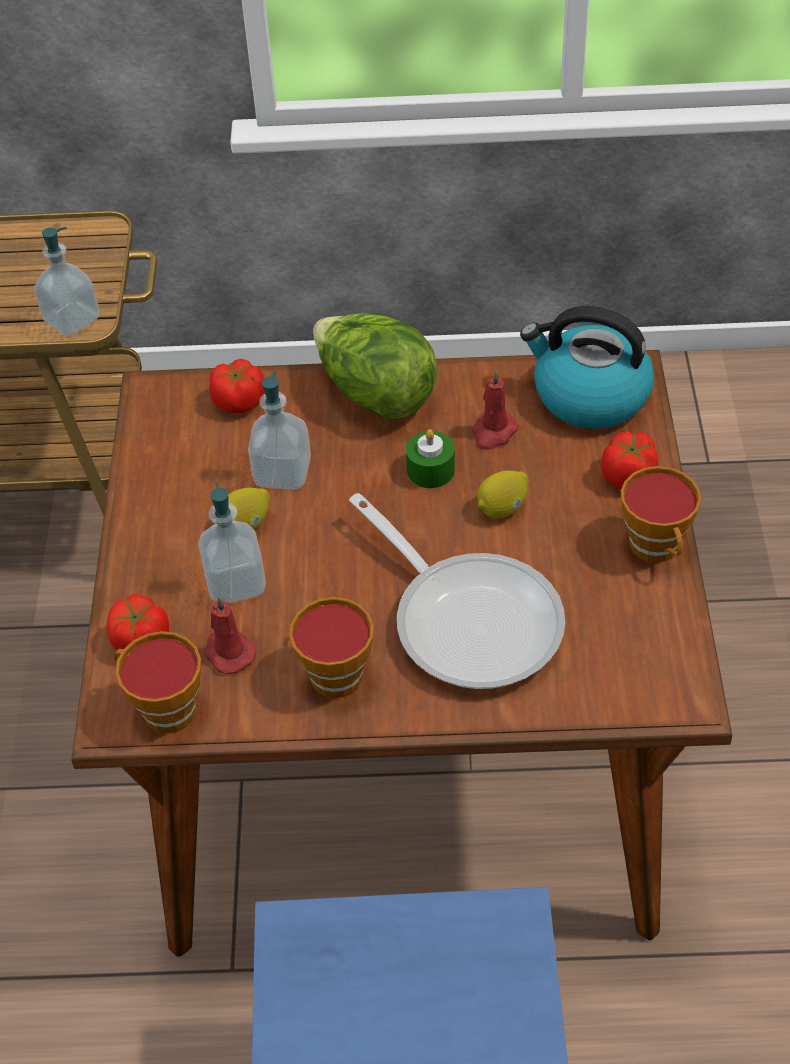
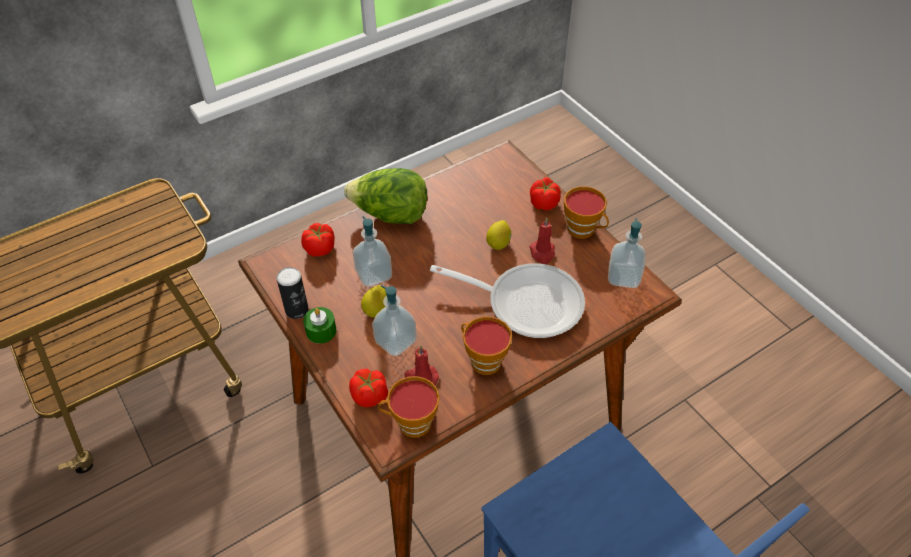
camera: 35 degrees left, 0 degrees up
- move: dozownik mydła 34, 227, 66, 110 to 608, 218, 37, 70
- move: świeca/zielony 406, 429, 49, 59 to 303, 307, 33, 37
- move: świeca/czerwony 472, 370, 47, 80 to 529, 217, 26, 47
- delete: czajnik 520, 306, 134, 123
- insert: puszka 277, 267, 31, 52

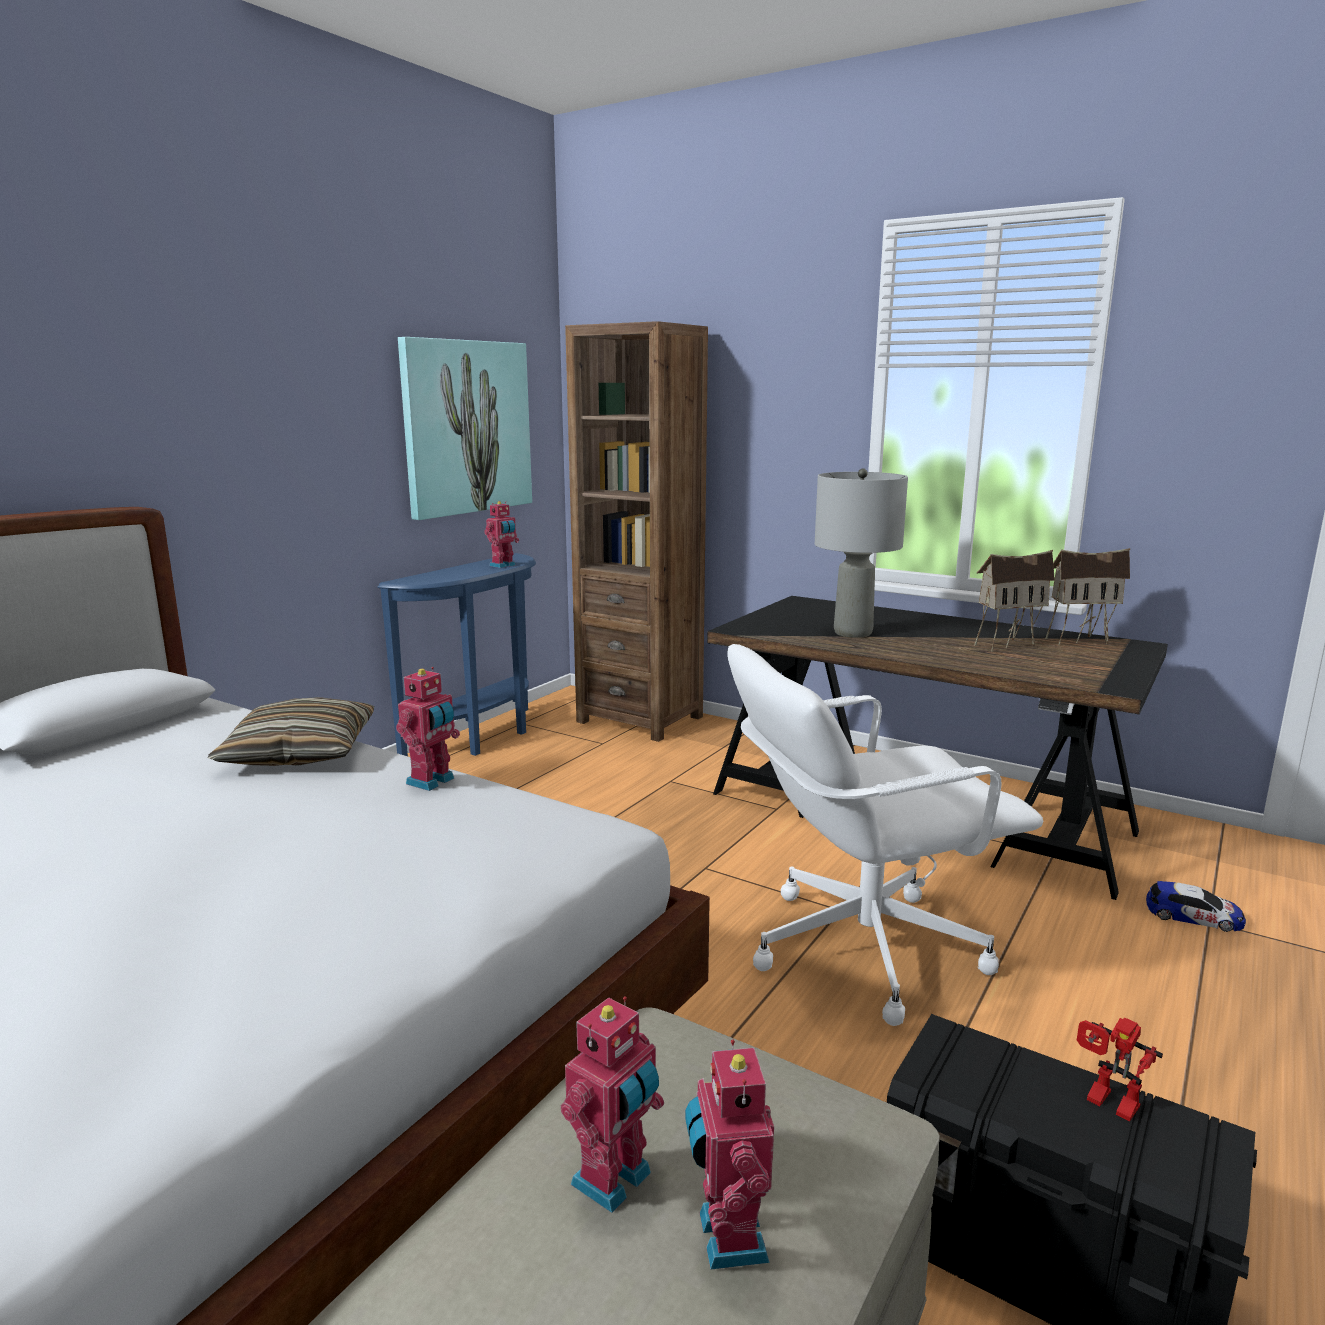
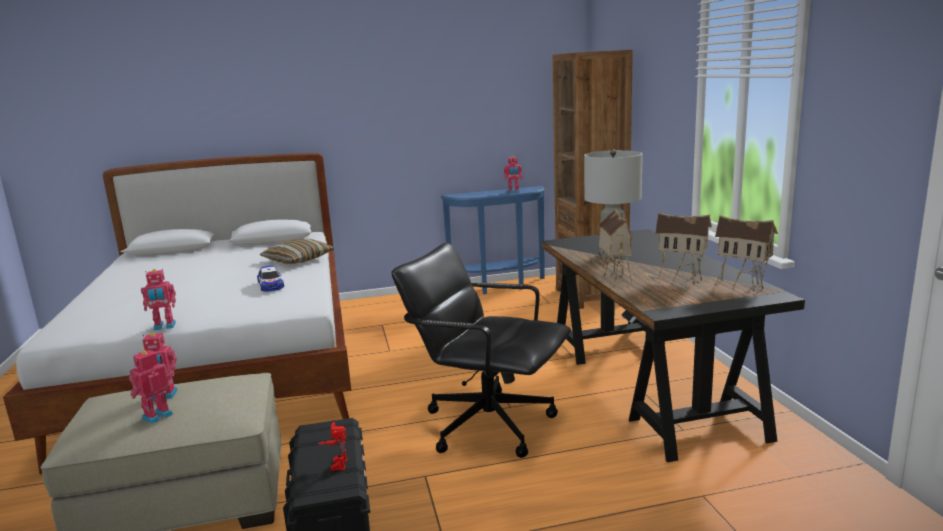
camera: 45 degrees right, 0 degrees up
- move: robot zabawkowy 396, 667, 64, 124 to 141, 269, 35, 61
- delete: obraz 398, 337, 134, 183
- recolor: krzesło biurowe/biały 727, 644, 317, 382 to krzesło biurowe/czarny 391, 242, 180, 216
- move: samochodzik 1146, 881, 100, 51 to 257, 265, 27, 27
- insert: domek 598, 209, 35, 77

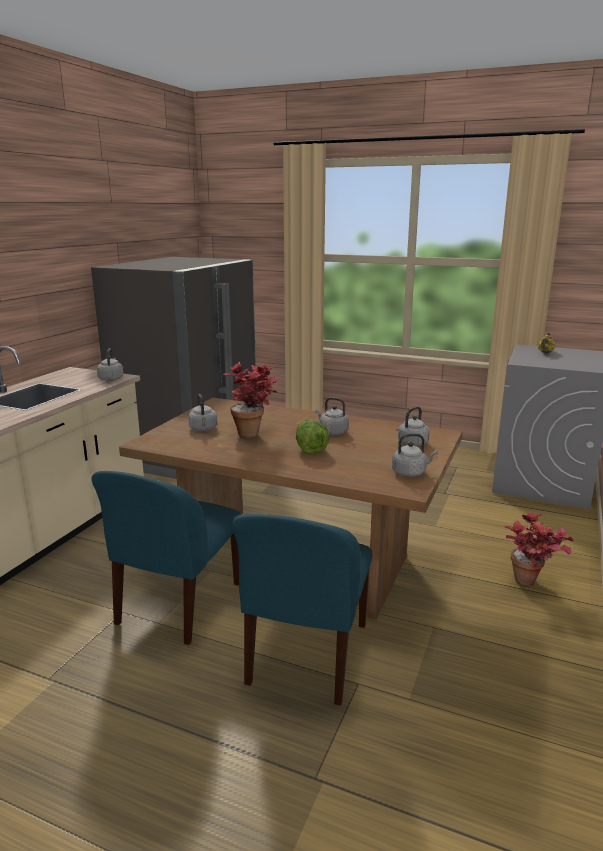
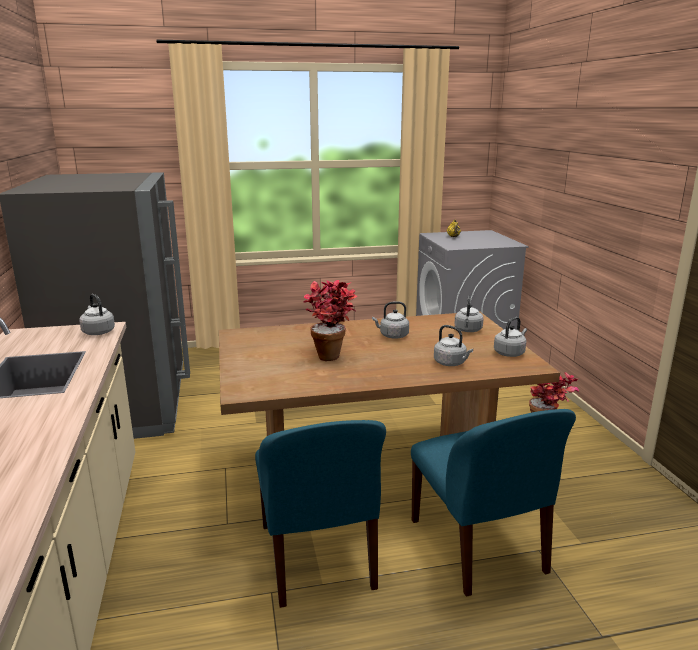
camera: 35 degrees left, 0 degrees up
- move: czajnik/szary 188, 394, 30, 37 to 434, 325, 39, 41
- delete: sałata 296, 419, 33, 35

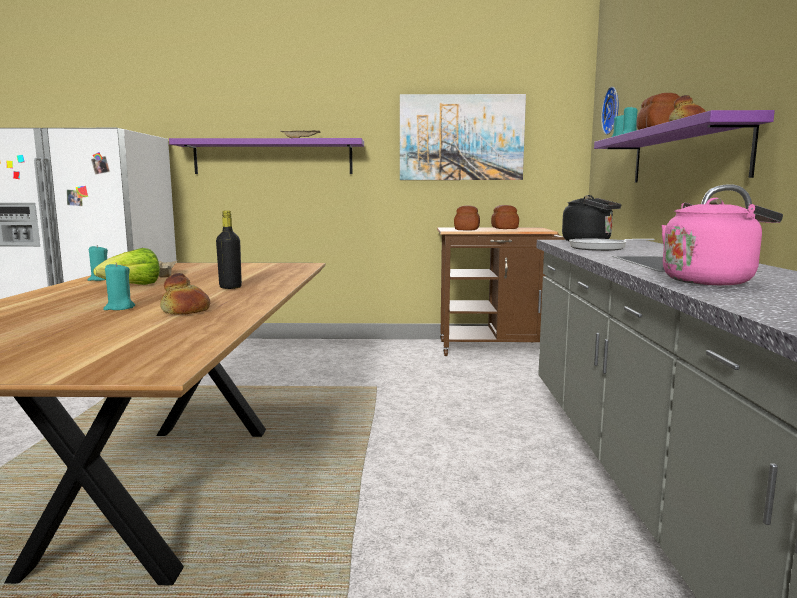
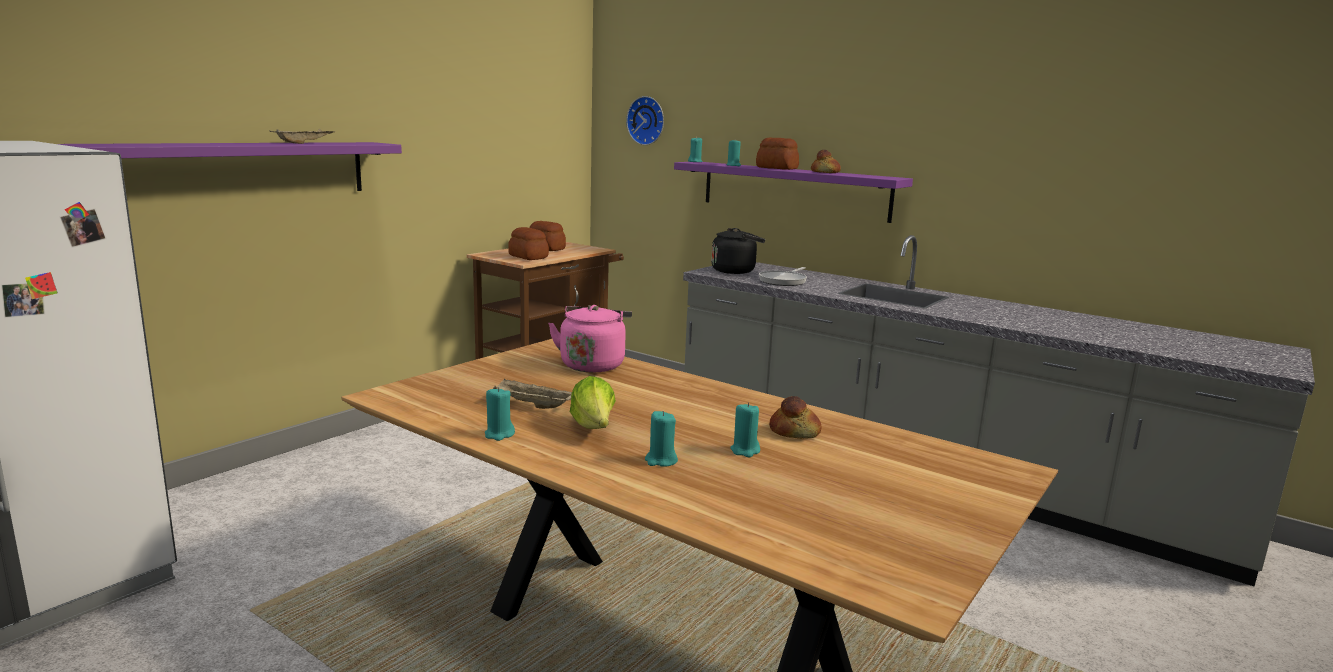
camera: 55 degrees left, 5 degrees up
- delete: butelka/czarny 216, 210, 26, 79
- delete: obraz 400, 94, 126, 86
- move: czajnik/różowy 661, 198, 122, 87 to 548, 305, 84, 67
- insert: świeca/turkusowy 645, 411, 33, 56

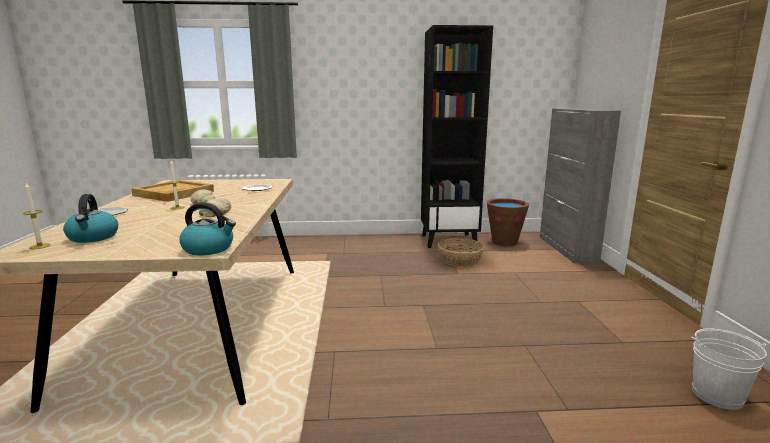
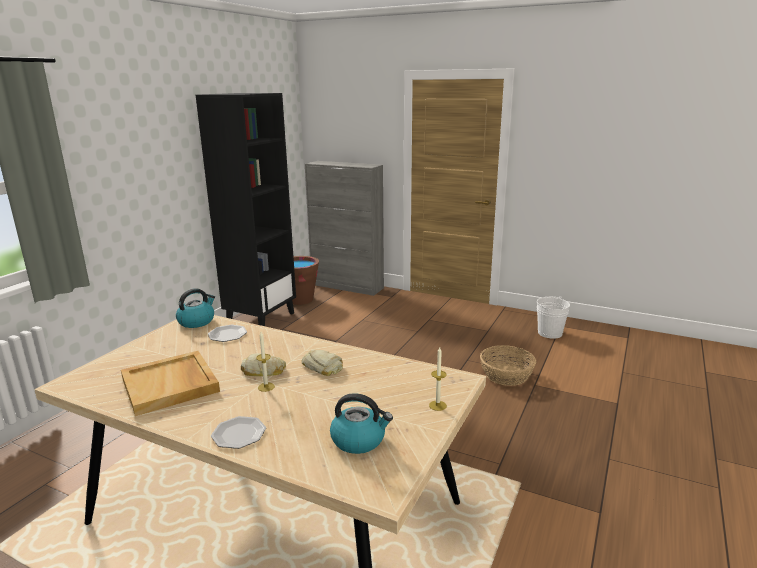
camera: 60 degrees left, 5 degrees up
- move: świeca 23, 183, 28, 66 to 429, 347, 18, 64
- move: czajnik 179, 202, 57, 53 to 176, 288, 39, 40
- move: koszyk 438, 238, 46, 29 to 480, 345, 56, 41

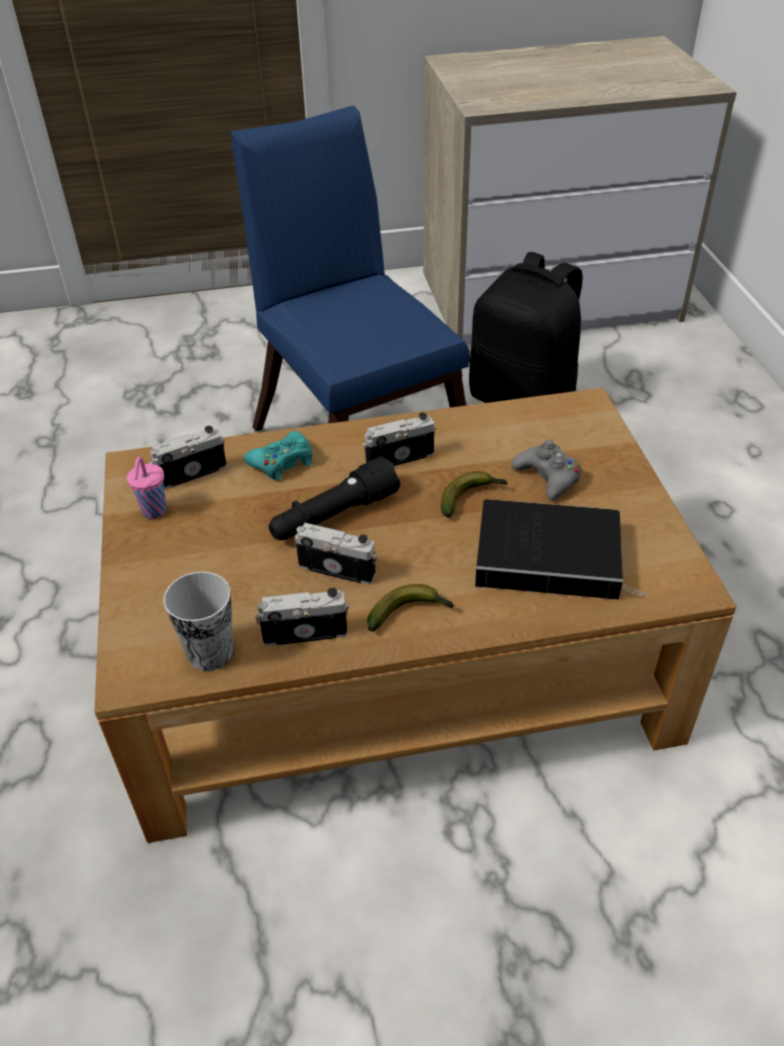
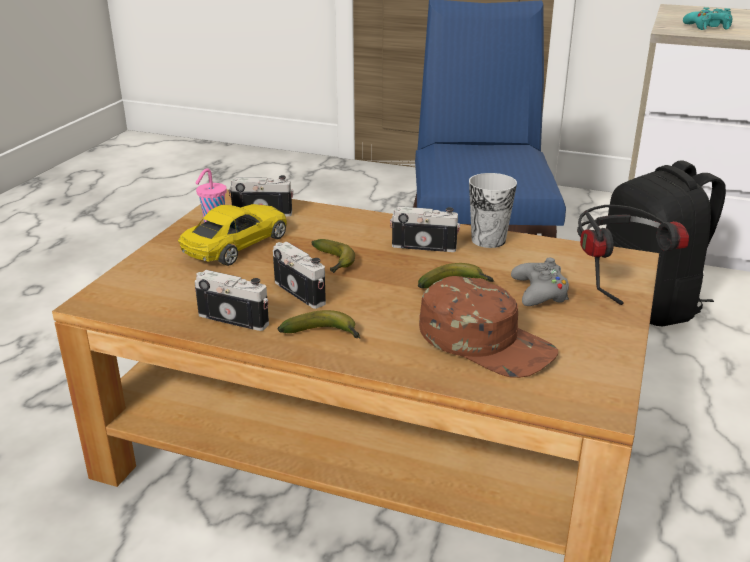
camera: 30 degrees right, 15 degrees down
- move: filiżanka 163, 571, 71, 100 to 469, 173, 48, 75
- move: pad do gier/turkusowy 244, 431, 68, 50 to 683, 7, 49, 23
- replace: latarka/czarny 268, 456, 132, 84 to banan 312, 239, 43, 34
- replace: książka 475, 499, 173, 101 to czapka z daszkiem/brązowy 419, 276, 139, 102
- insert: samochodzik/żółty 178, 204, 109, 62
- insert: słuchawki 577, 205, 112, 100

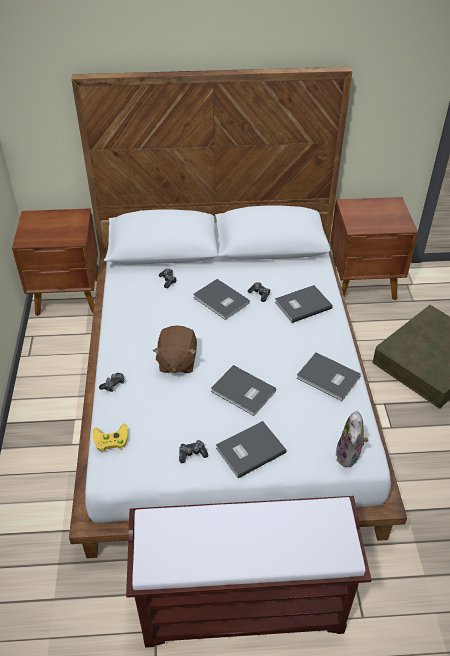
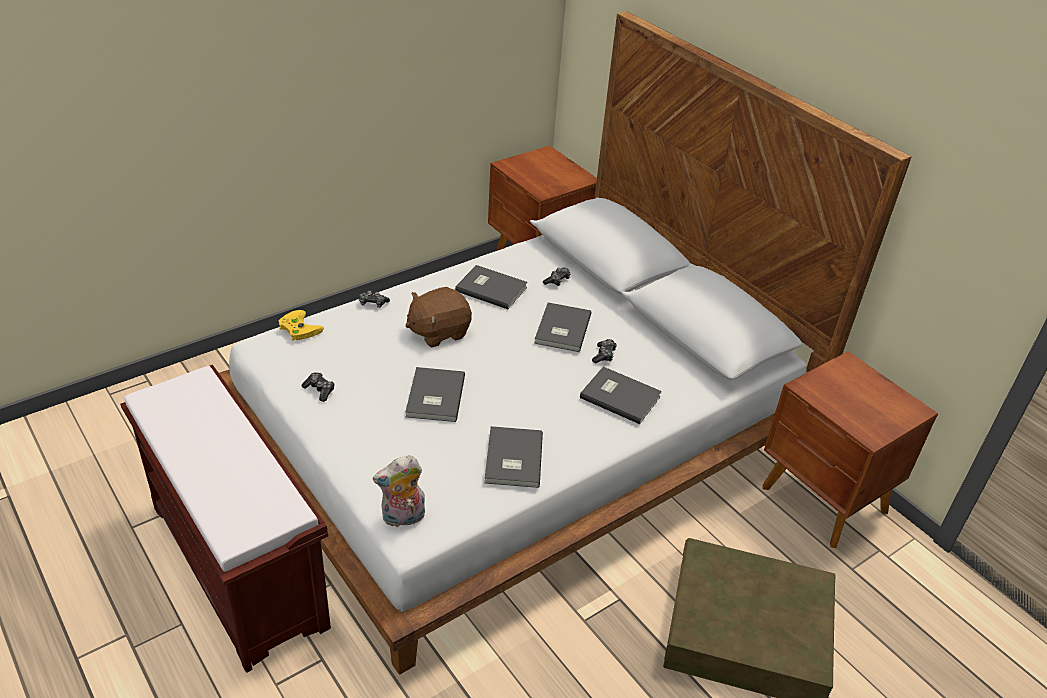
camera: 55 degrees right, 5 degrees down
- move: książka/szary 216, 421, 71, 57 to 455, 265, 73, 44

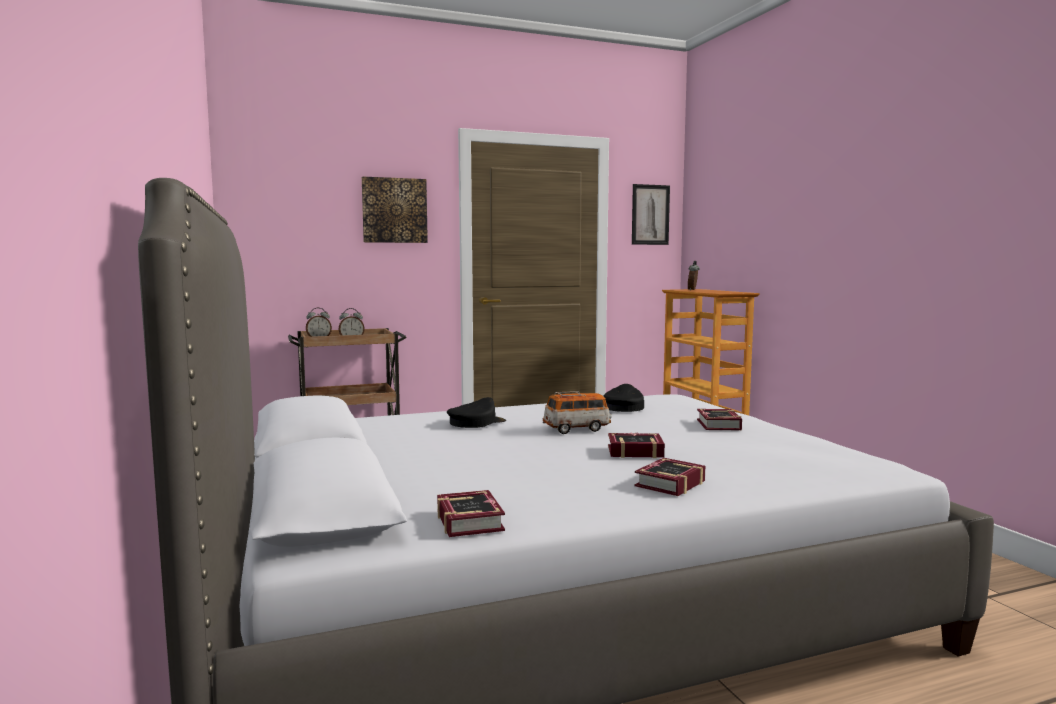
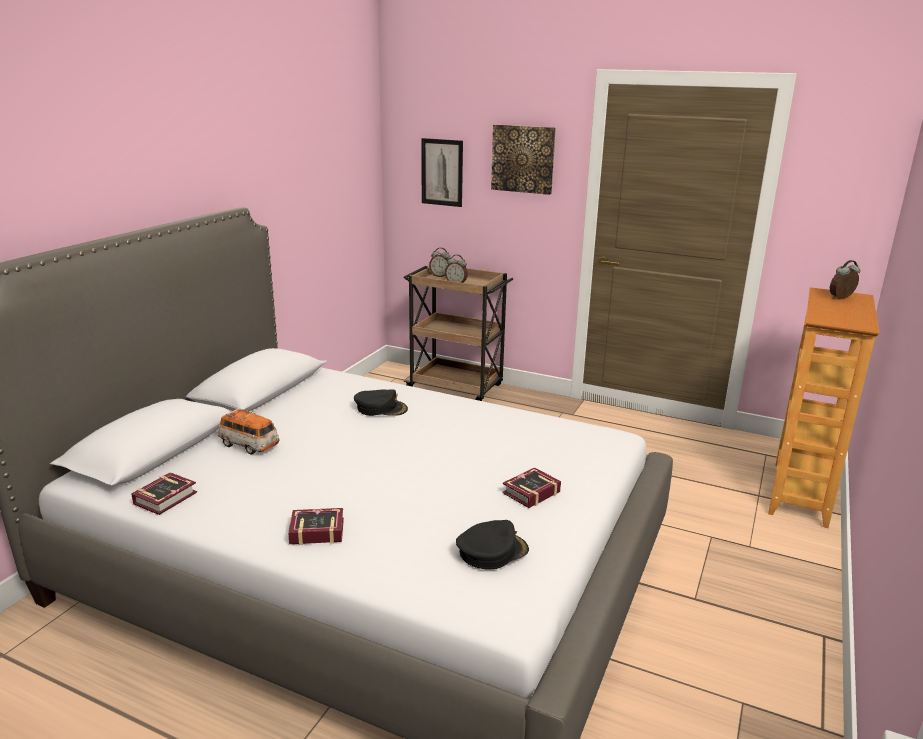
camera: 45 degrees right, 15 degrees up
- move: samochodzik 543, 391, 69, 43 to 218, 408, 62, 46
- move: czapka z daszkiem/czarny 603, 384, 41, 28 to 456, 520, 73, 50
- delete: książka 608, 432, 57, 26
- move: obraz 632, 184, 38, 61 to 421, 138, 42, 69

